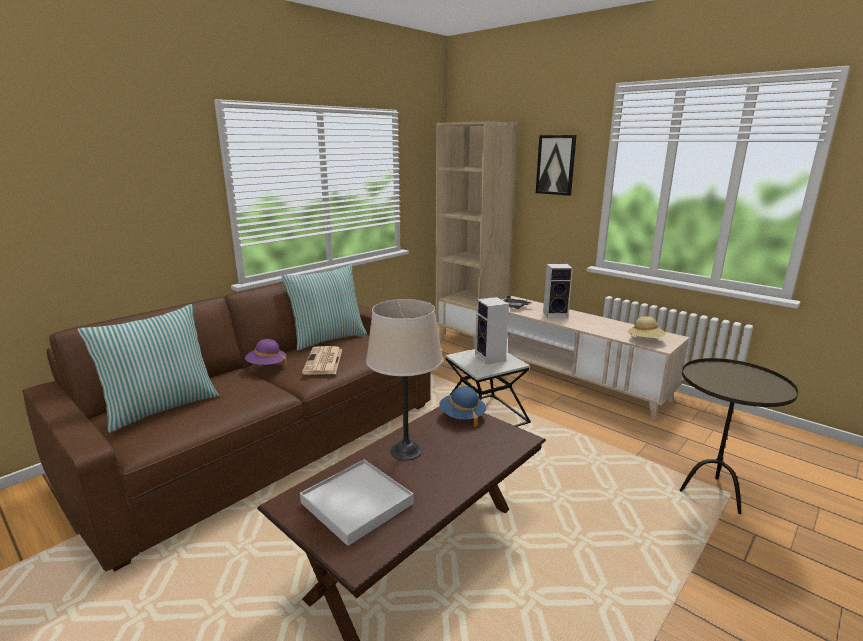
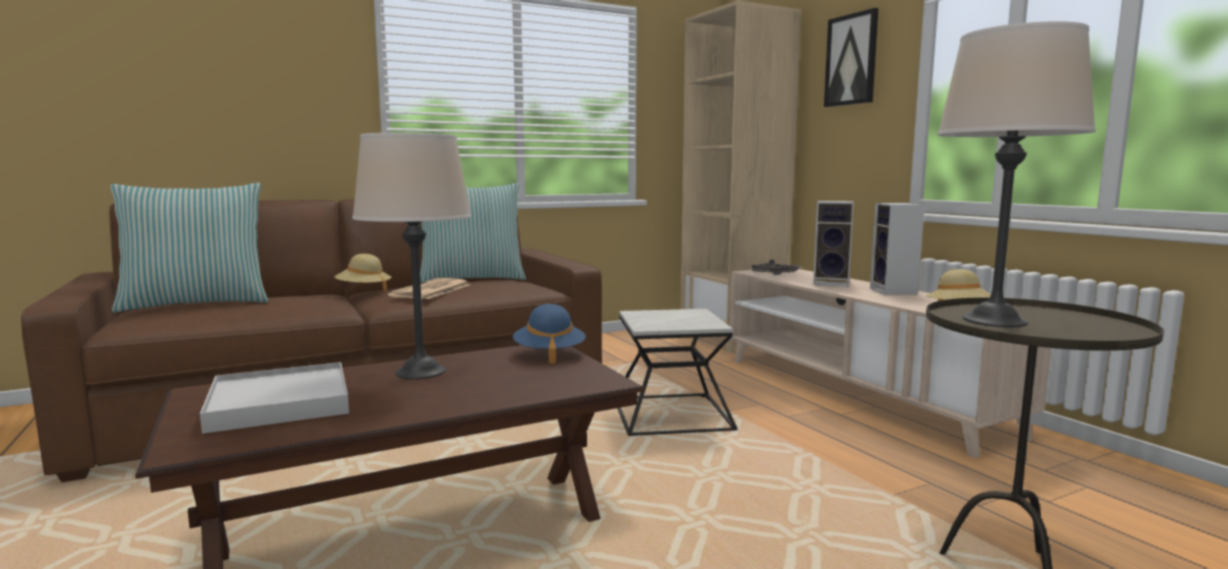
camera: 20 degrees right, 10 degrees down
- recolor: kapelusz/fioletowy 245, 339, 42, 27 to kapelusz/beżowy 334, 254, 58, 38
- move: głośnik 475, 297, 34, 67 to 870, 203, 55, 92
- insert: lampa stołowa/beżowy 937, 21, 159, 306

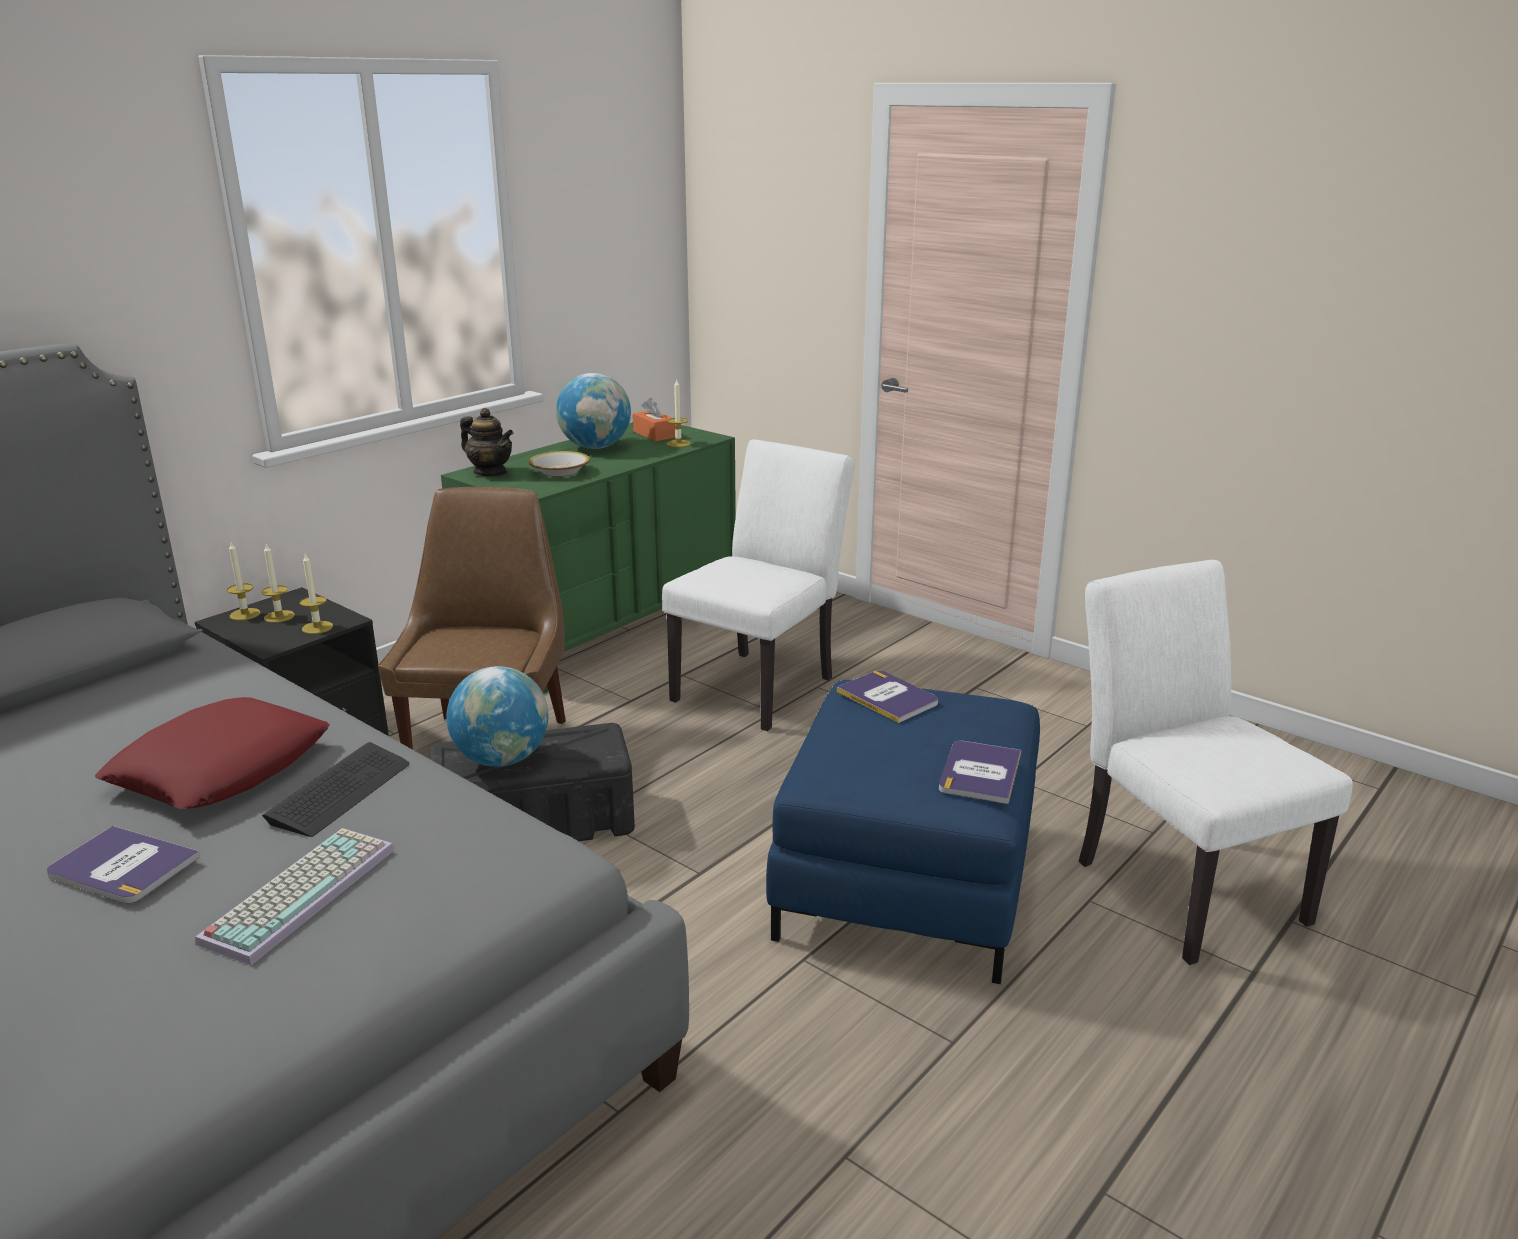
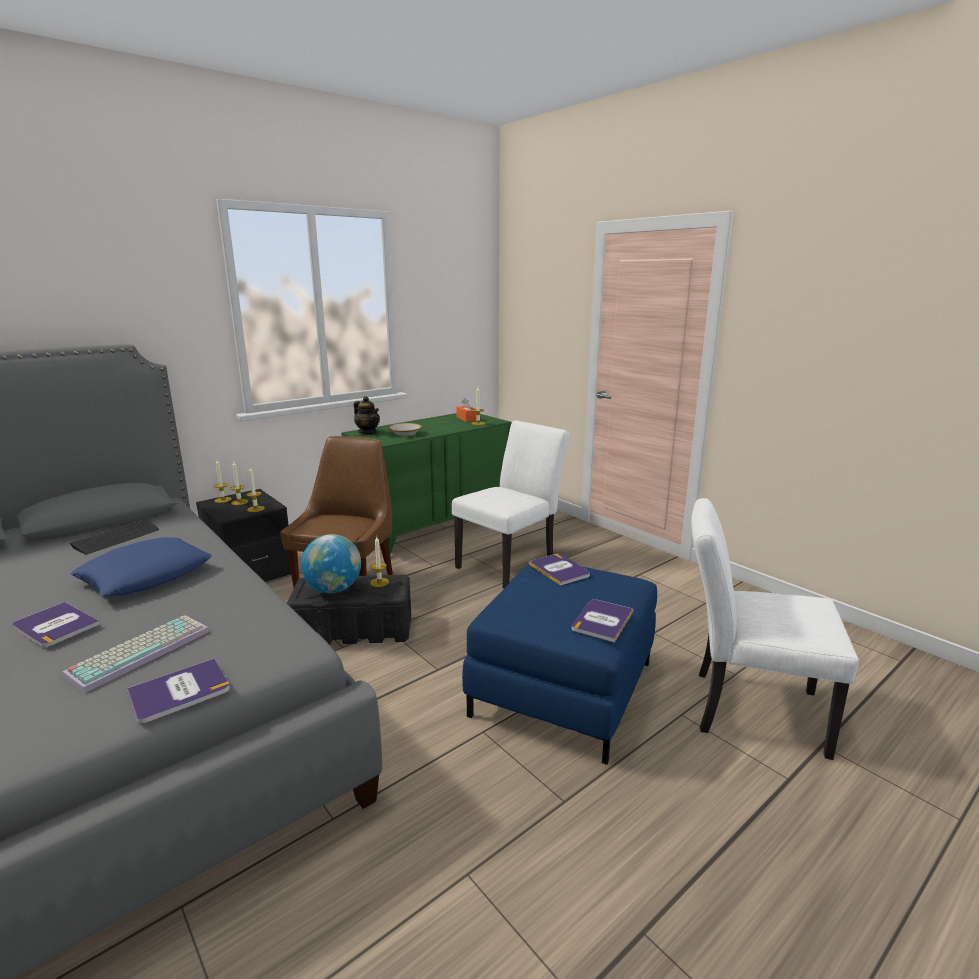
camera: 10 degrees right, 5 degrees down
- recolor: poduszka/czerwony 95, 697, 234, 112 to poduszka/niebieski 71, 538, 141, 58
- move: klawiatura 262, 742, 147, 95 to 70, 519, 89, 35
- delete: globus 556, 373, 75, 76
- rotate: krzesło/biały 1079, 560, 274, 405 = 691, 498, 168, 262 60 degrees counterclockwise
- insert: książka 127, 658, 103, 66
- insert: świeca 370, 537, 19, 50

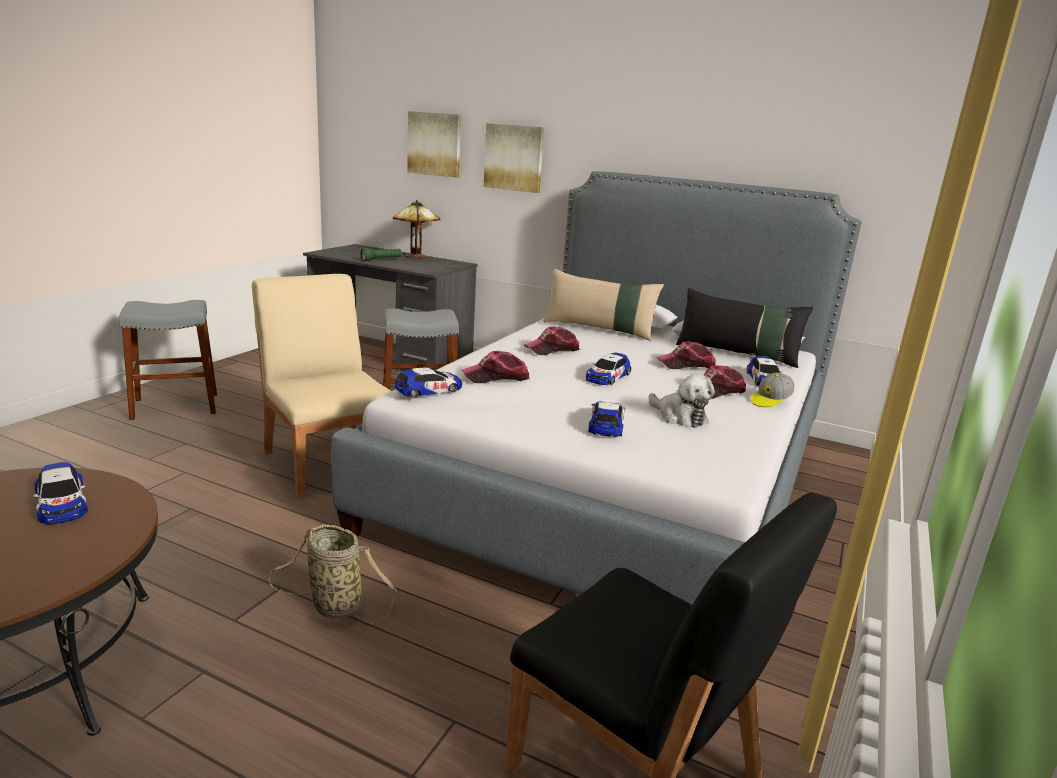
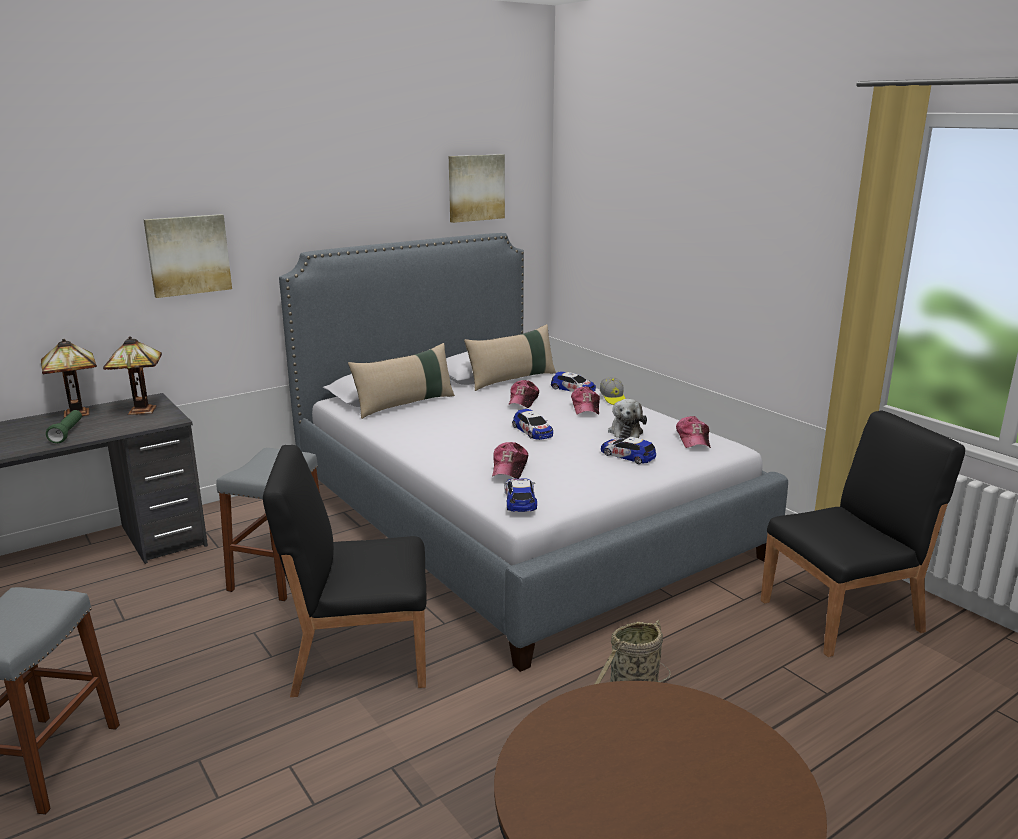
camera: 60 degrees left, 0 degrees up
- delete: samochodzik 33, 462, 55, 62
- recolor: krzesło/beżowy 252, 274, 139, 224 to krzesło/czarny 263, 445, 164, 252
- move: obraz 408, 111, 53, 67 to 449, 154, 56, 69
- move: czapka z daszkiem 524, 327, 56, 28 to 676, 416, 35, 32
- rotate: pluszak 649, 374, 66, 54 = 608, 399, 39, 40 105 degrees clockwise
- recolor: poduszka/czarny 676, 288, 137, 80 to poduszka/beżowy 464, 324, 92, 67
- insert: lampa stołowa 103, 336, 59, 79

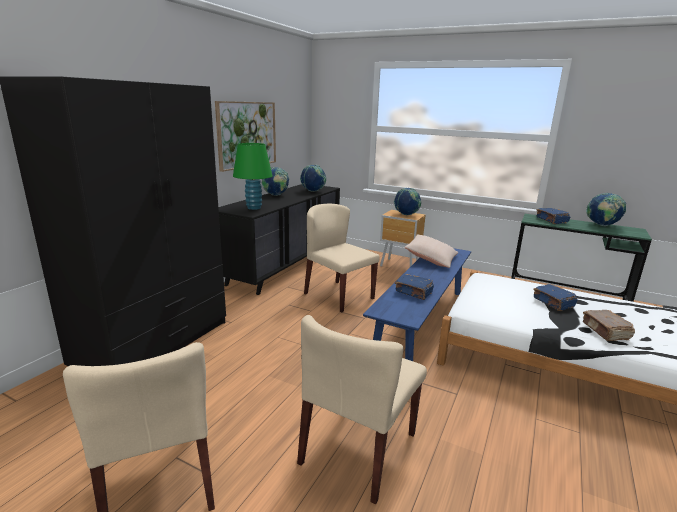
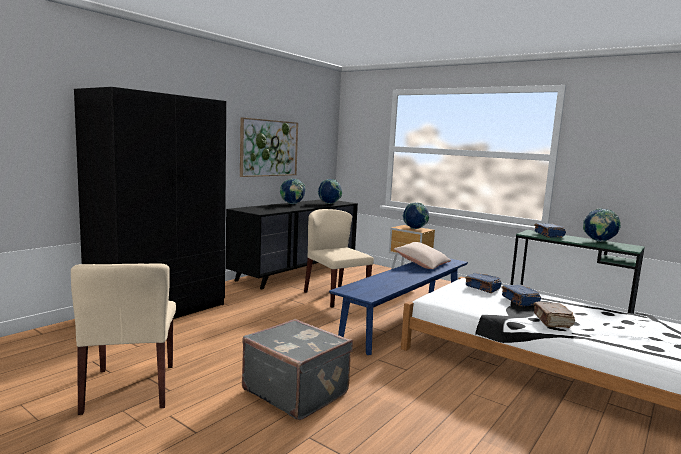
camera: 10 degrees right, 10 degrees down
- delete: lampa stołowa/zielony 233, 143, 39, 67
- replace: krzesło/beżowy 297, 315, 130, 190 to walizka/szary 242, 319, 111, 101
- move: książka/niebieski 395, 274, 39, 26 to 465, 273, 37, 20

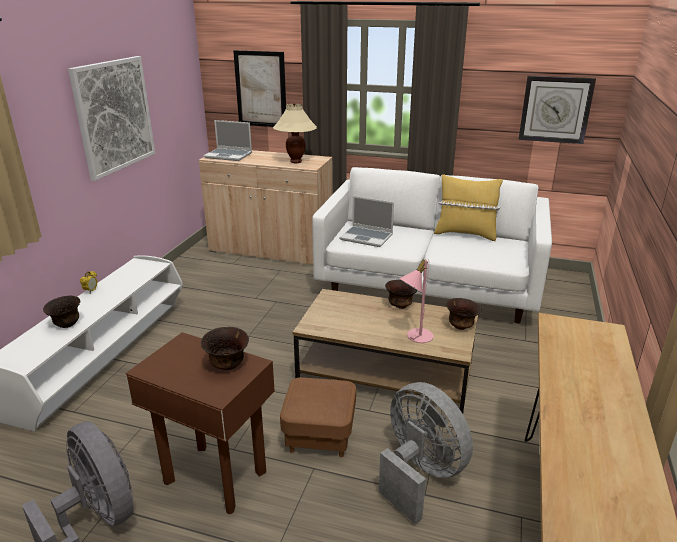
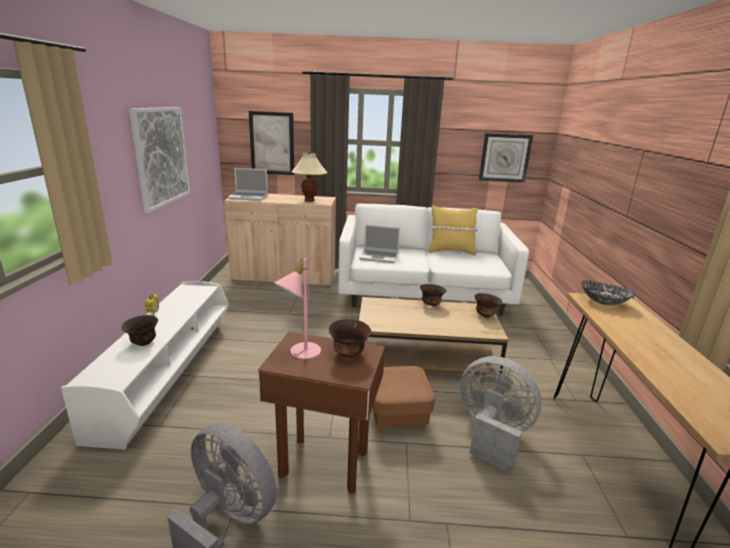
camera: 15 degrees left, 5 degrees down
- move: lampa stołowa/różowy 399, 259, 34, 84 to 274, 258, 47, 101
- insert: miska 581, 280, 54, 25

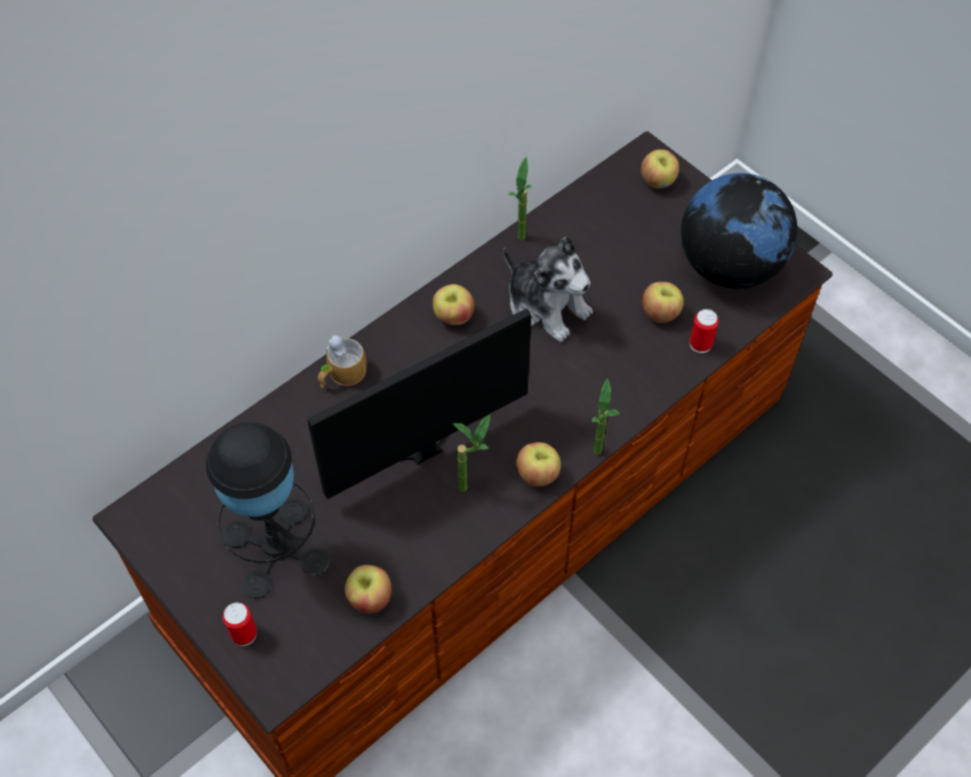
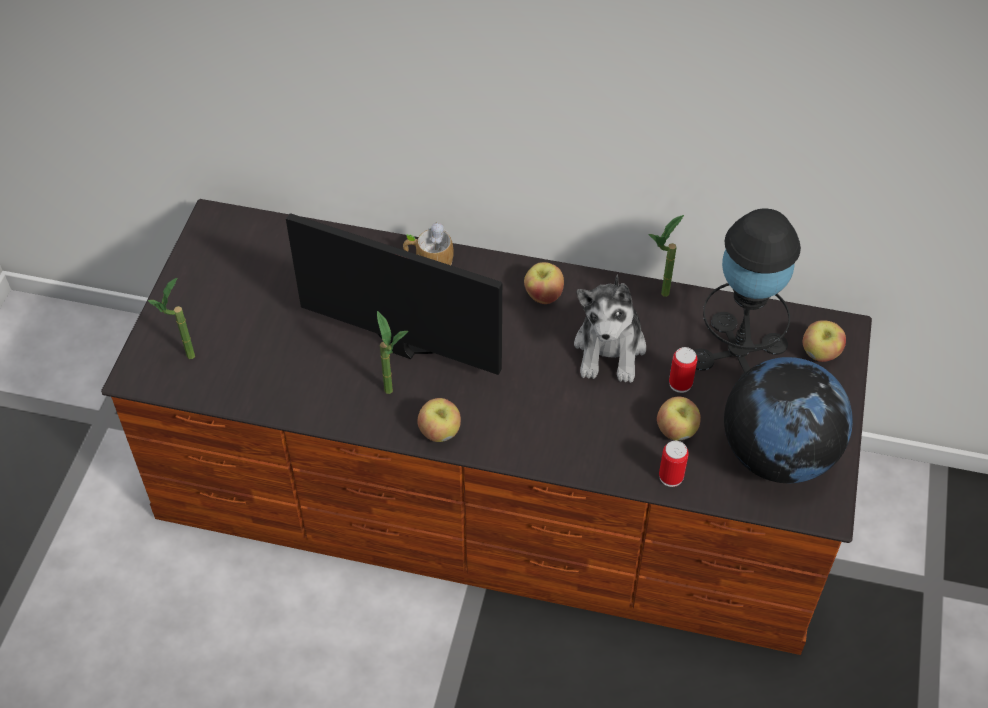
camera: 55 degrees right, 5 degrees down
- move: lampa stołowa/czarny 206, 422, 123, 177 to 694, 208, 107, 171
- move: puszka 223, 603, 34, 43 to 669, 347, 28, 46
- delete: jabłko 345, 565, 47, 49
- move: roślina doniczkowa 592, 378, 28, 77 to 147, 278, 48, 81

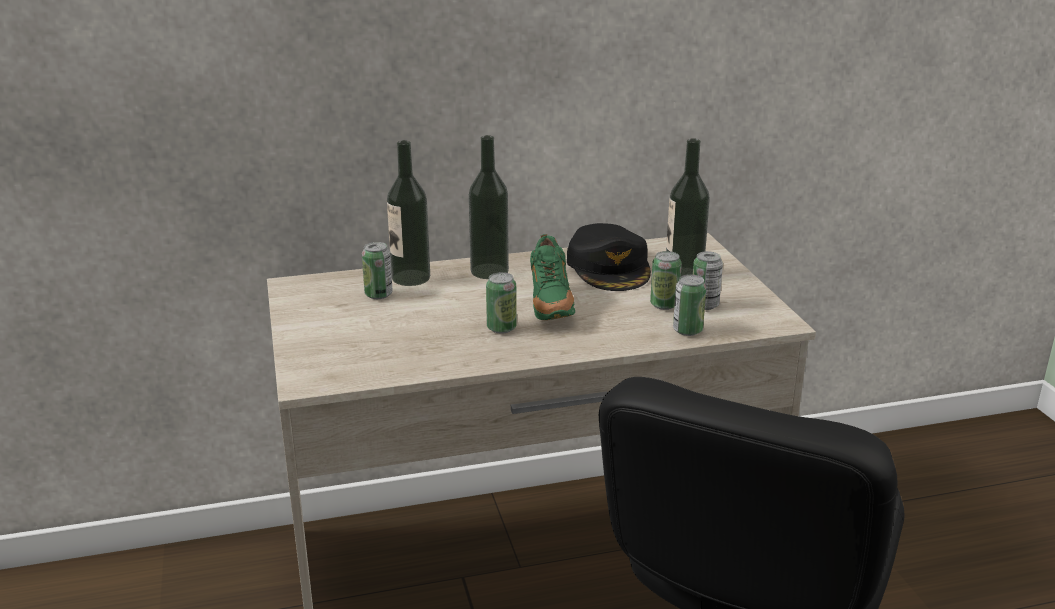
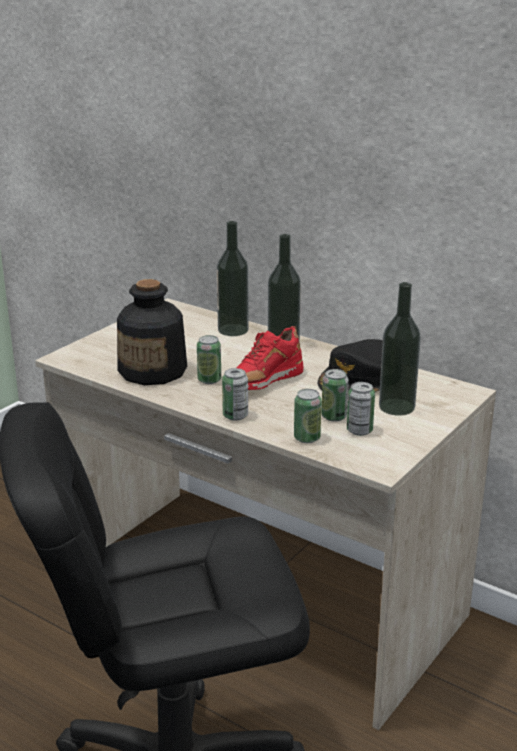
camera: 50 degrees right, 0 degrees up
- move: puszka 362, 242, 31, 57 to 222, 368, 26, 53
- recolor: but/zielony 530, 234, 45, 86 to but/czerwony 237, 326, 66, 64
- insert: butelka 117, 279, 70, 106

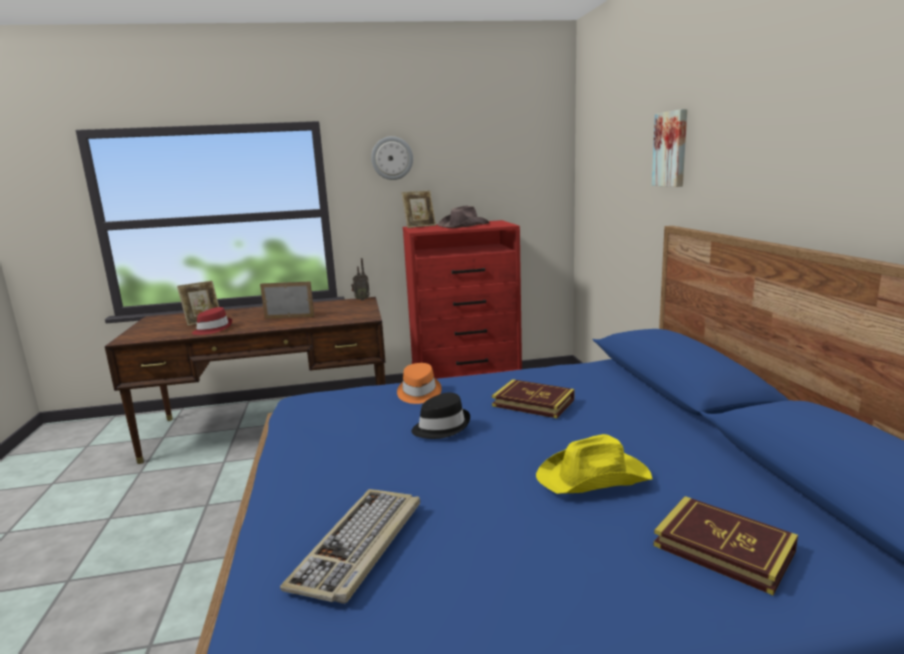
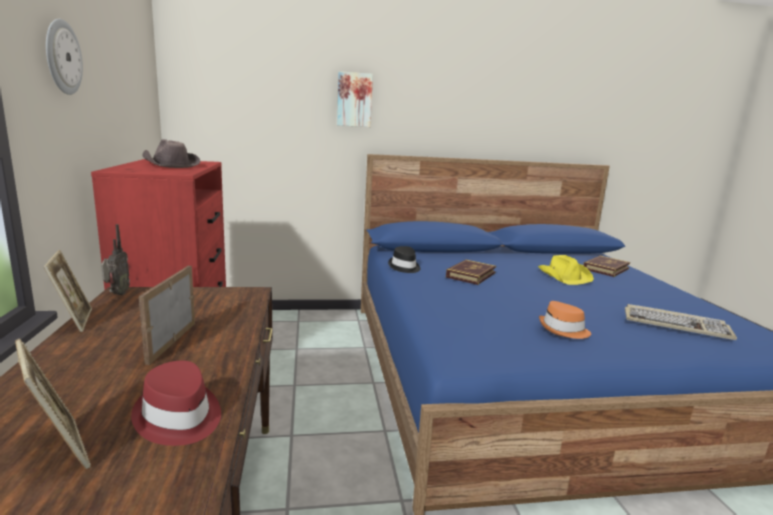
camera: 90 degrees left, 0 degrees up
- move: kapelusz/pomarańczowy 397, 363, 45, 41 to 539, 301, 52, 38
- move: ramka na zdjęcie 401, 191, 35, 37 to 44, 250, 48, 82
- move: kapelusz/czarny 411, 393, 59, 46 to 388, 246, 33, 27

